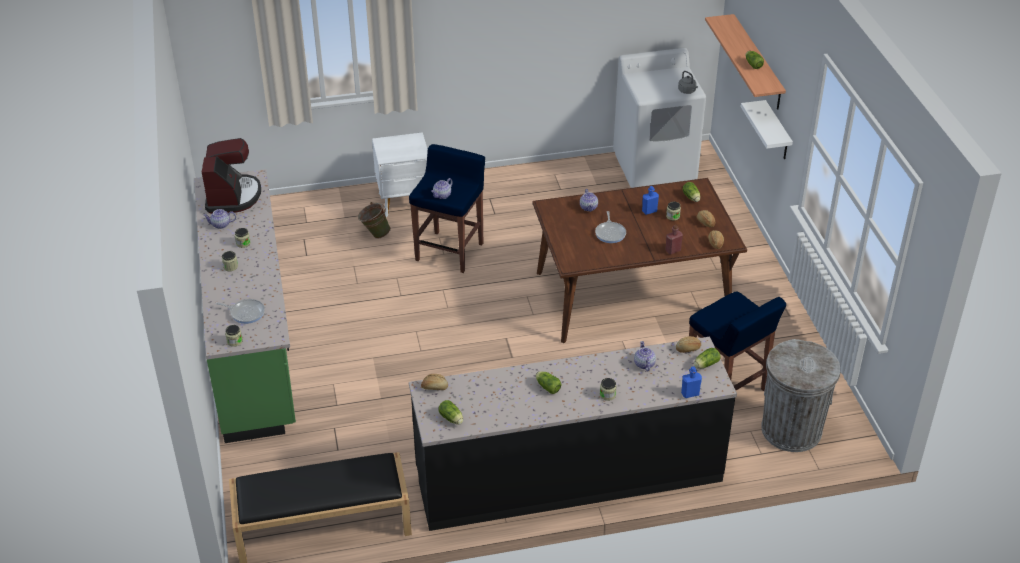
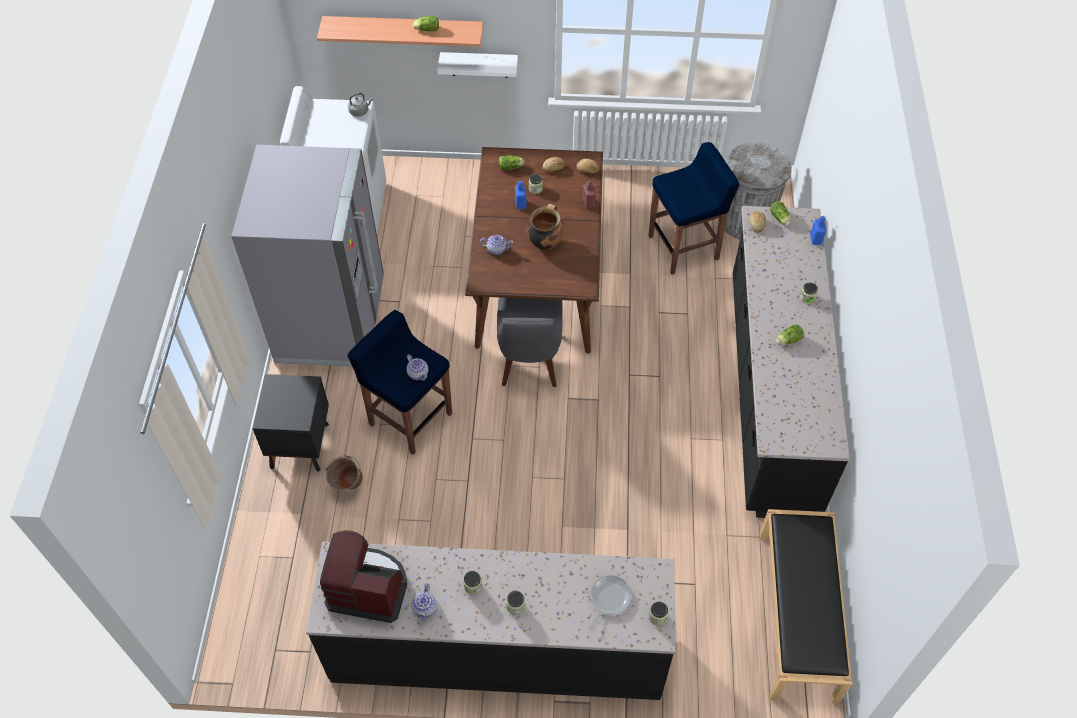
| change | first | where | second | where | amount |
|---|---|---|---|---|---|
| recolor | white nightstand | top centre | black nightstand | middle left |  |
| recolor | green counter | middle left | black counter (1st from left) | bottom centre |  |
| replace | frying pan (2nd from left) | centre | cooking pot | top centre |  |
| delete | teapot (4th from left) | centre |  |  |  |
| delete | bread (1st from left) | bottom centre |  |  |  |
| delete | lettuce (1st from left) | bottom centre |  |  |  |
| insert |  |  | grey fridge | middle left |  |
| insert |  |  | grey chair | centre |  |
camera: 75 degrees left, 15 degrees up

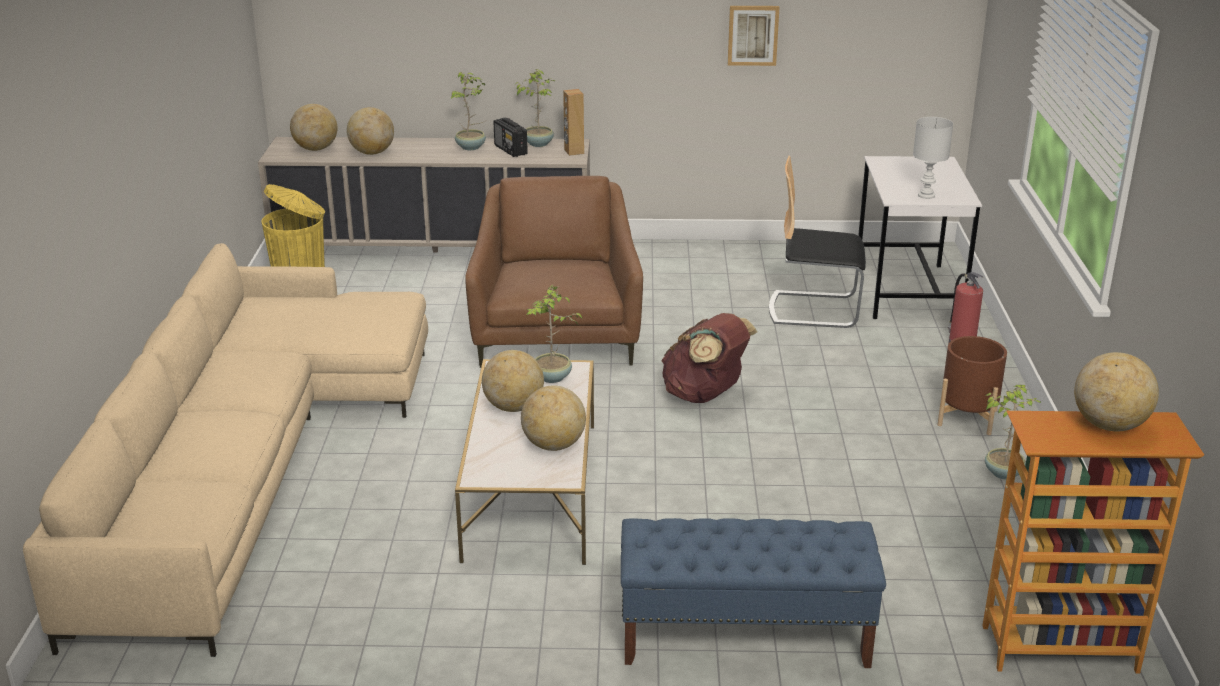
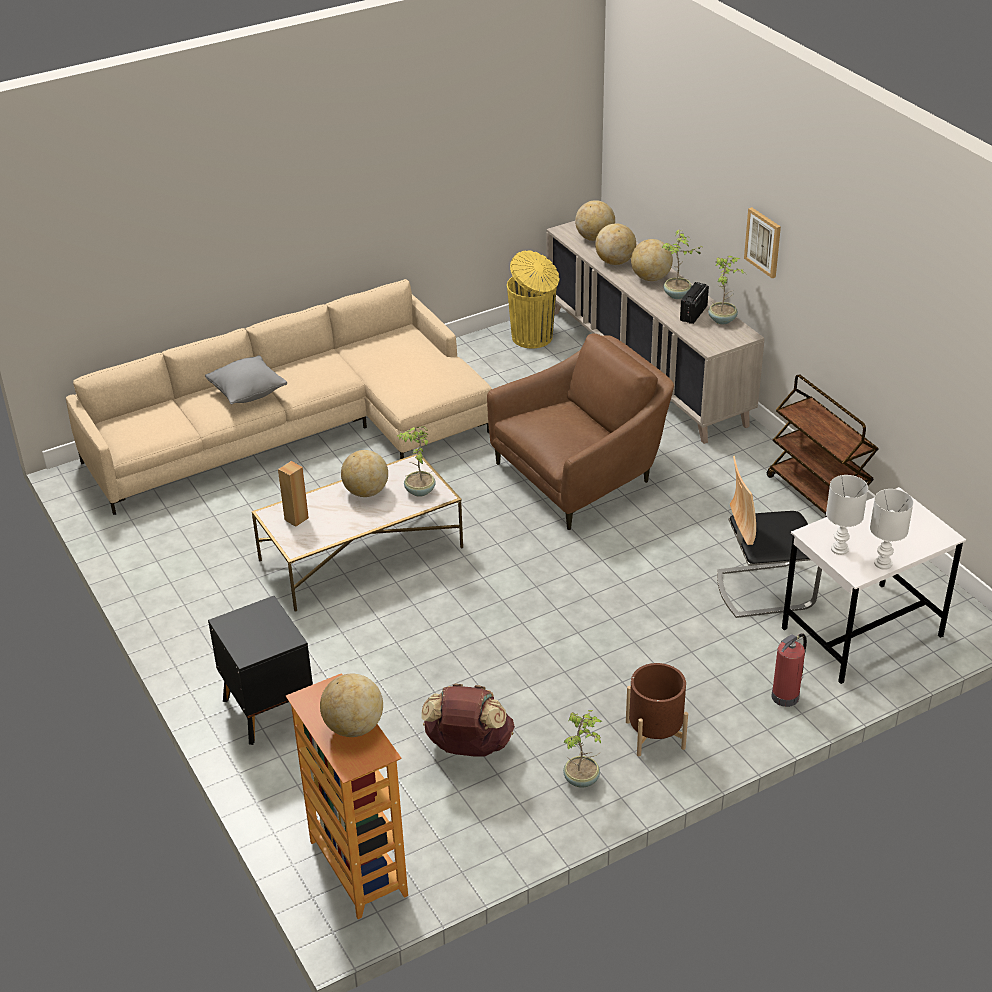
| change | first | where | second | where | amount |
|---|---|---|---|---|---|
| move | picture | top centre |  | top right |  |
| move | brown speaker | top centre |  | middle left |  |
| rotate | chair | middle right |  | middle right | 75 degrees counterclockwise |
| move | brown backpack | centre |  | bottom centre |  |
| move | globe (4th from left in the first image) | centre | globe (5th from left) | top centre |  |
| replace | blue bench | bottom centre | black nightstand | bottom left |  |
| insert |  |  | grey pillow | middle left |  |
| insert |  |  | brown cart | middle right |  |
| insert |  |  | white table lamp (2nd from left) | middle right |  |
camera: 60 degrees right, 10 degrees up

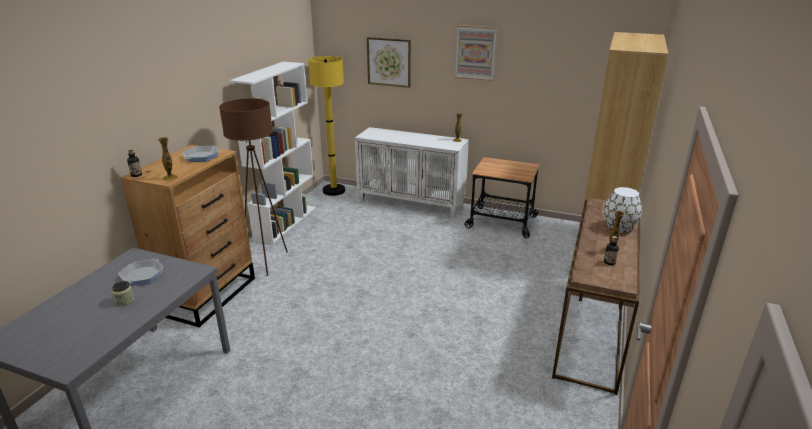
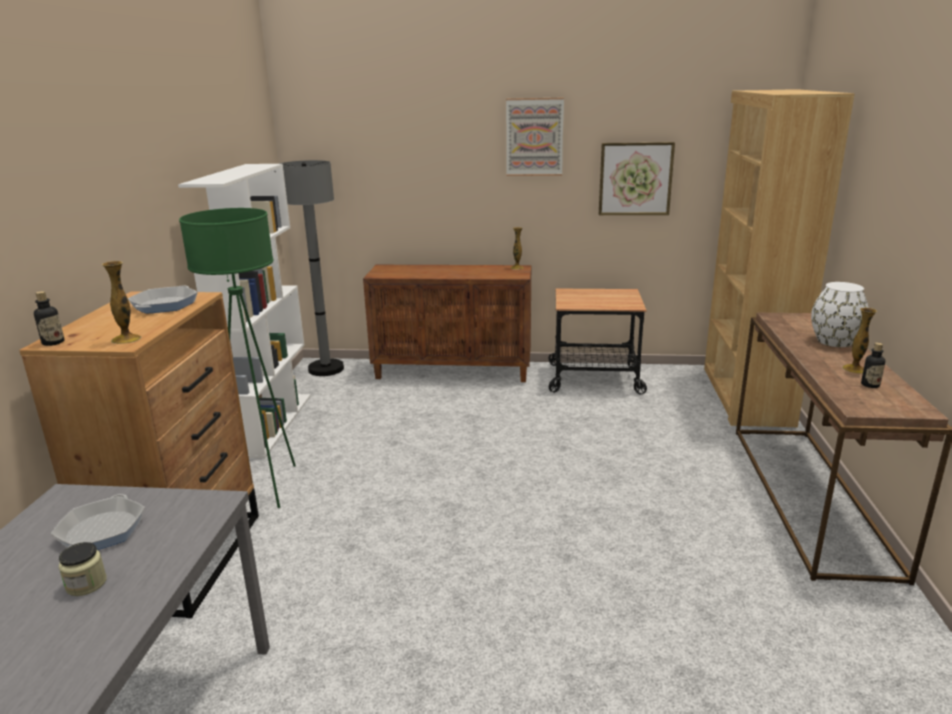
| change | first | where | second | where | amount |
|---|---|---|---|---|---|
| move | picture (1st from left in the first image) | top centre | picture (2nd from left) | top right |  |
| recolor | yellow floor lamp | top centre | grey floor lamp | middle left |  |
| recolor | brown floor lamp | middle left | green floor lamp | middle left |  |
| recolor | white cabinet | centre | brown cabinet | centre |  |
camera: 15 degrees left, 5 degrees down

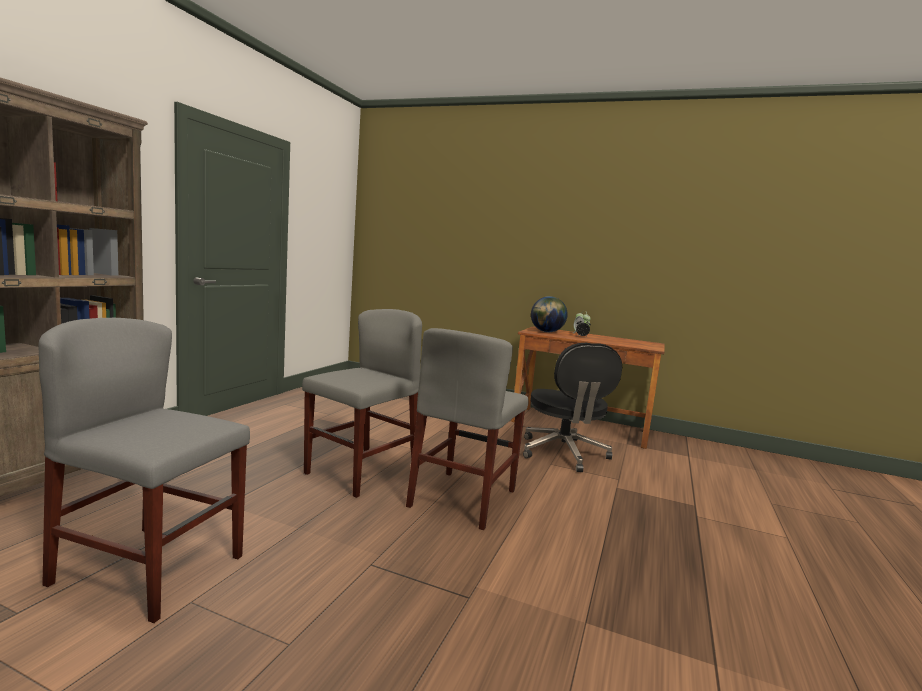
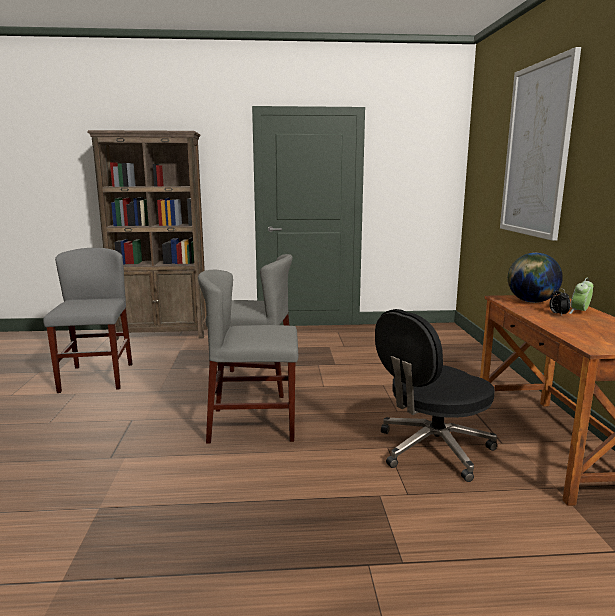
| change | first | where | second | where | amount |
|---|---|---|---|---|---|
| insert |  |  | picture | top right |  |
camera: 65 degrees right, 5 degrees up

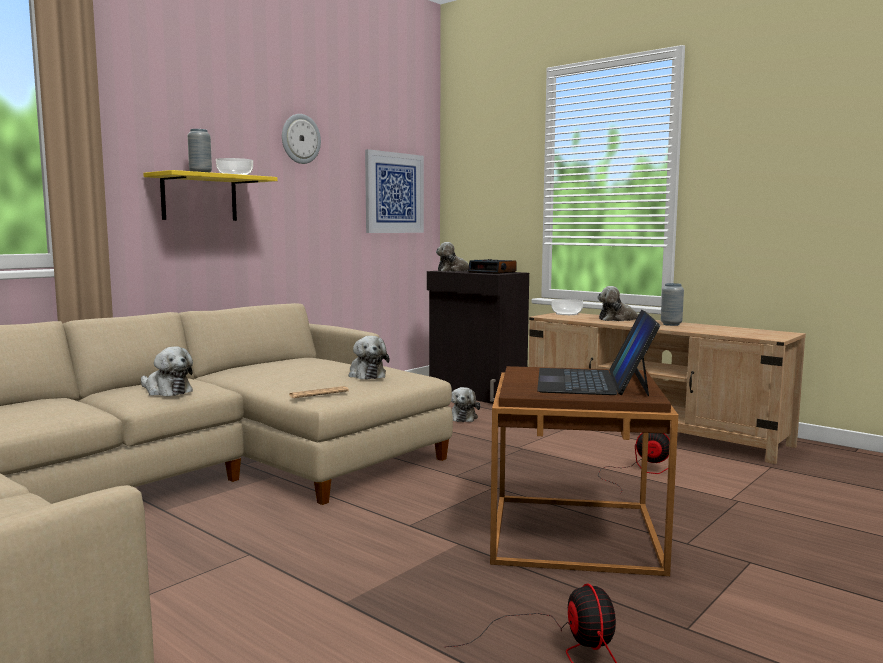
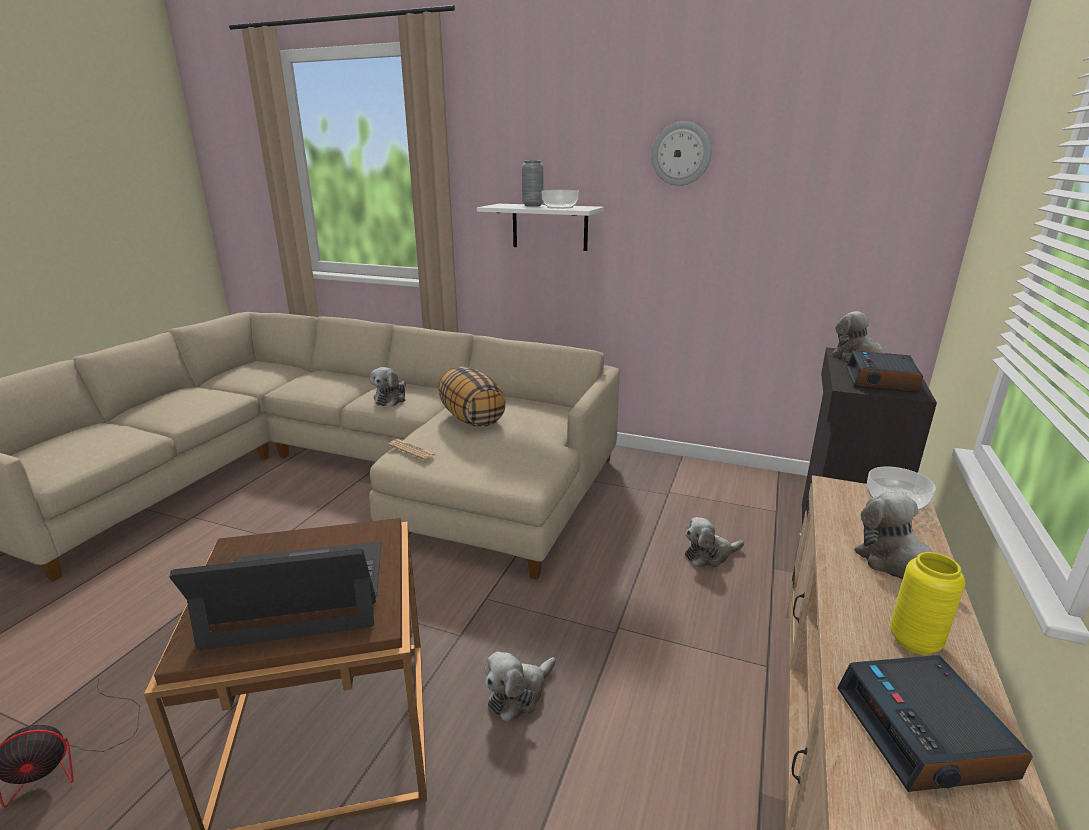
| change | first | where | second | where | amount |
|---|---|---|---|---|---|
| delete | picture | top centre |  |  |  |
| recolor | yellow shelf | top left | white shelf | top centre |  |
| recolor | grey vase (2nd from left) | middle right | yellow vase | bottom right |  |
| move | plush toy (2nd from left) | centre |  | bottom centre |  |
| delete | fan (2nd from left) | bottom right |  |  |  |
| insert |  |  | pillow | centre |  |
| insert |  |  | alarm clock (2nd from left) | bottom right |  |
camera: 70 degrees right, 15 degrees up

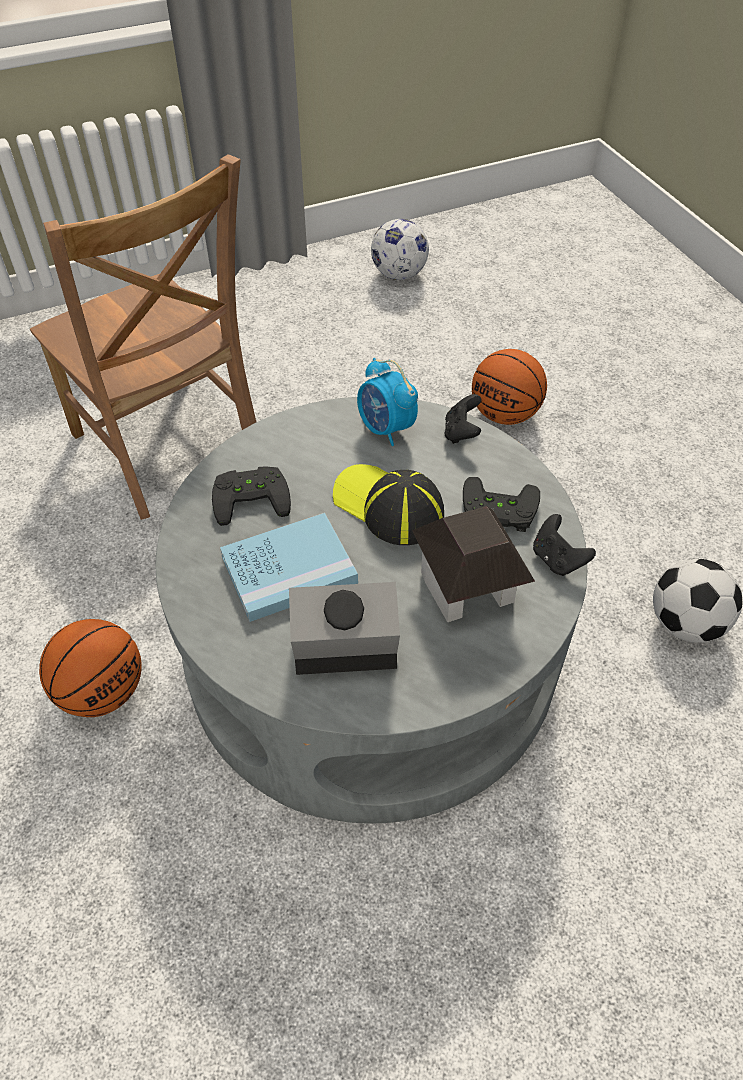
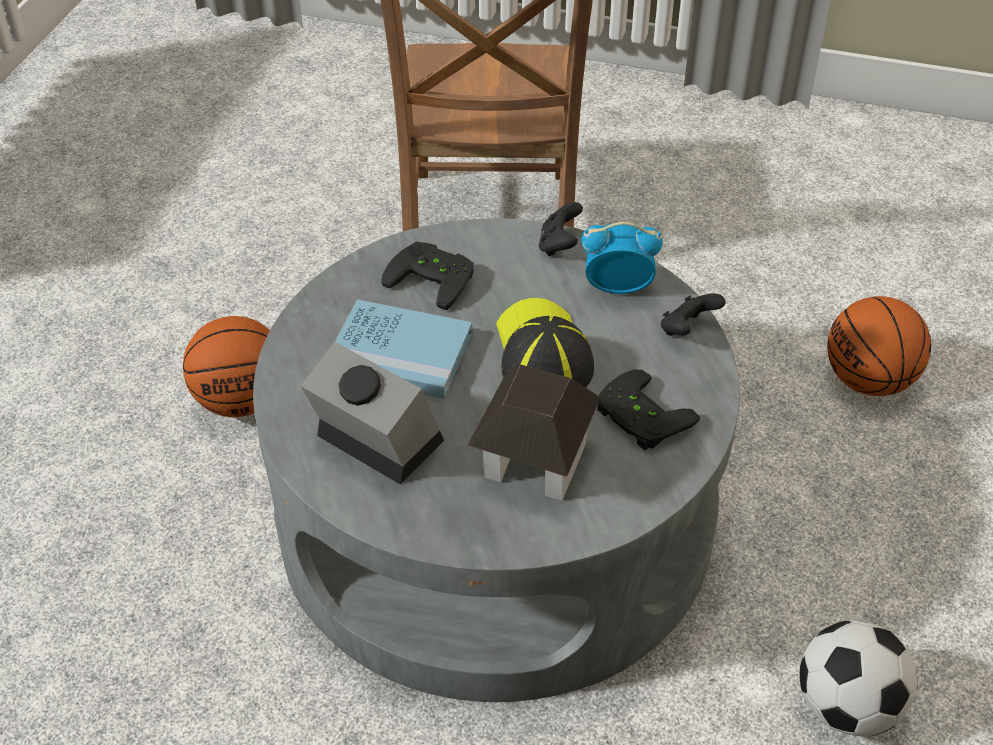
| change | first | where | second | where | amount |
|---|---|---|---|---|---|
| delete | football (1st from left) | top centre |  |  |  |
| rotate | alarm clock (2nd from left) | centre |  | centre | 90 degrees clockwise |
| move | black game controller (4th from left in the first image) | middle right | black game controller (2nd from left) | top centre |  |
camera: 40 degrees right, 5 degrees down

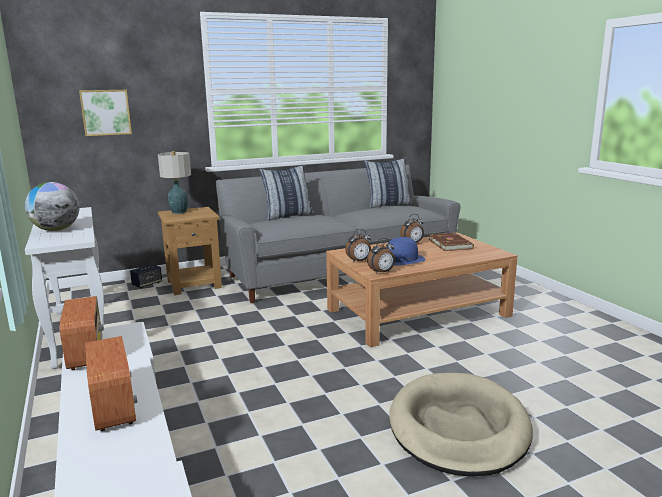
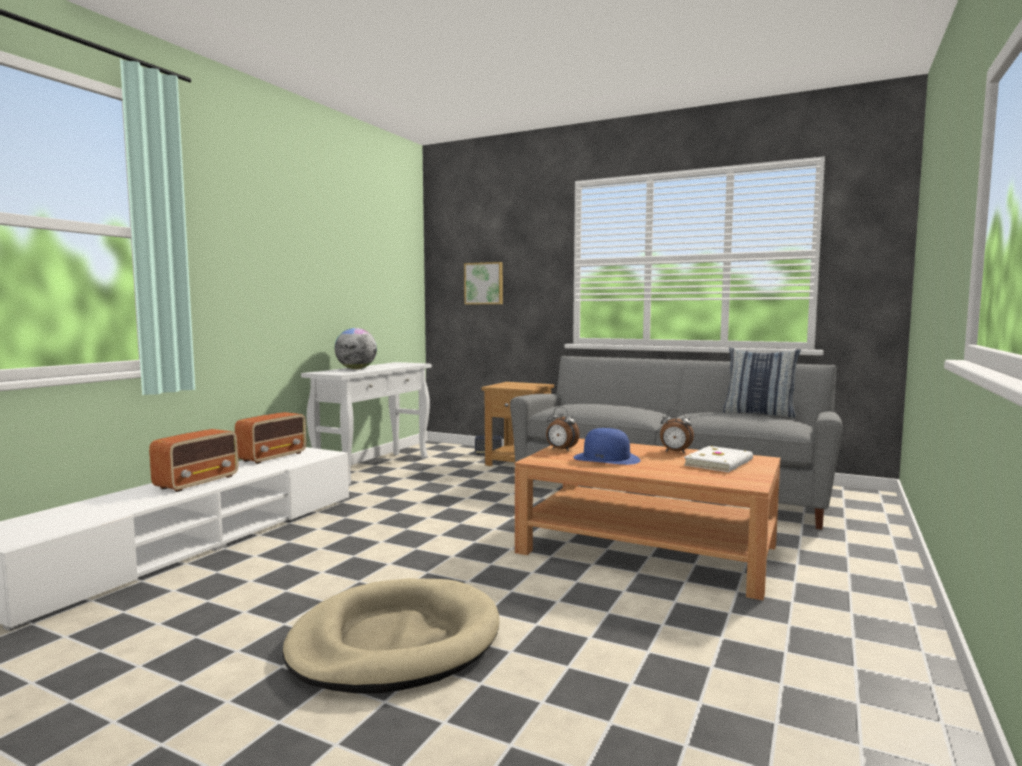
| change | first | where | second | where | amount |
|---|---|---|---|---|---|
| delete | table lamp | middle left |  |  |  |
| delete | pillow (1st from left) | centre |  |  |  |
| recolor | brown book | middle right | white book | middle right |  |
| delete | alarm clock (2nd from left) | centre |  |  |  |
camera: 50 degrees right, 10 degrees down

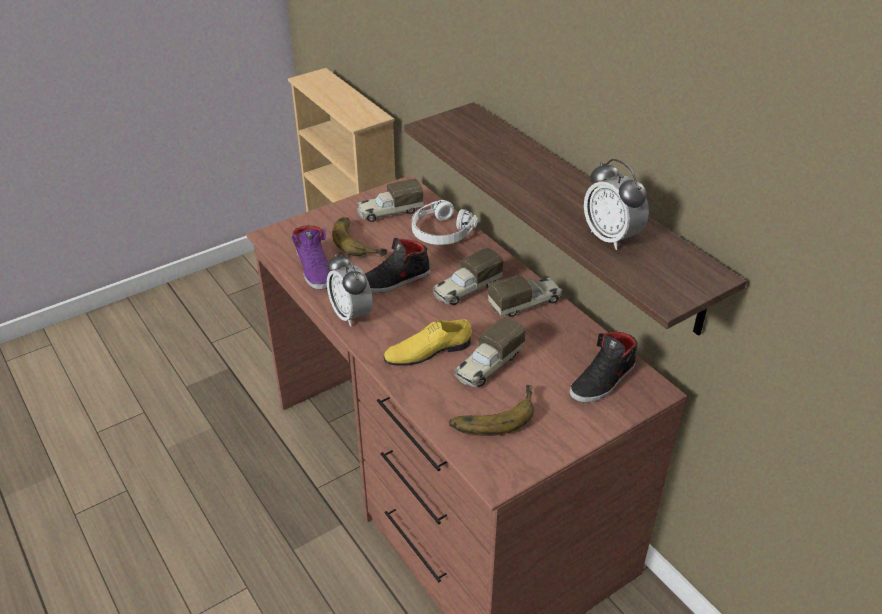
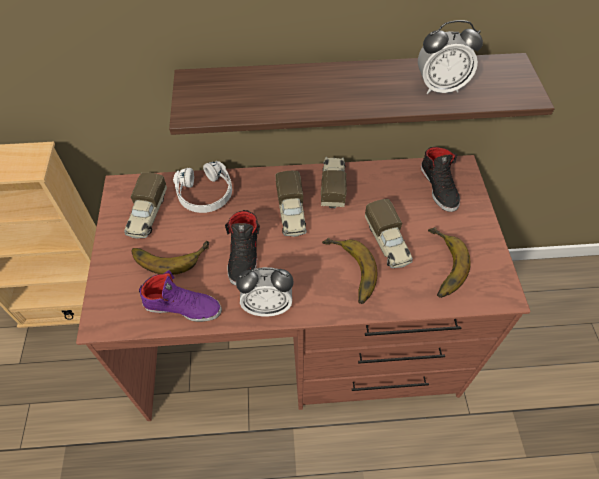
| change | first | where | second | where | amount |
|---|---|---|---|---|---|
| replace | yellow shoe | centre | banana (2nd from left) | centre |  |
camera: 60 degrees left, 15 degrees up

